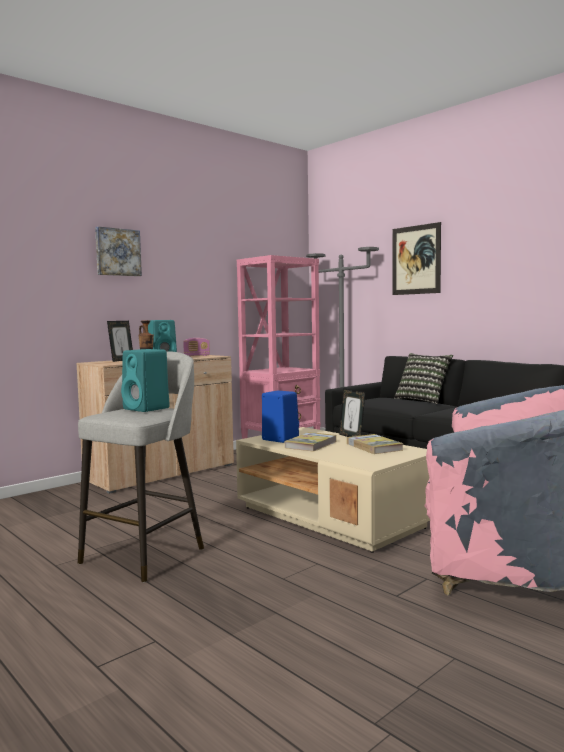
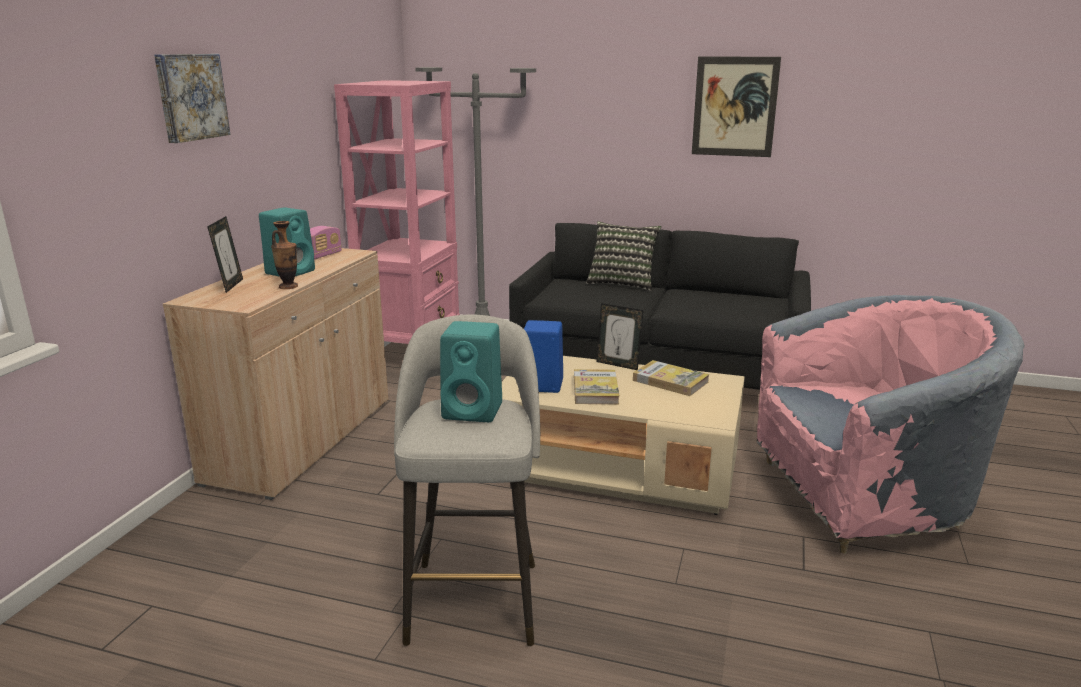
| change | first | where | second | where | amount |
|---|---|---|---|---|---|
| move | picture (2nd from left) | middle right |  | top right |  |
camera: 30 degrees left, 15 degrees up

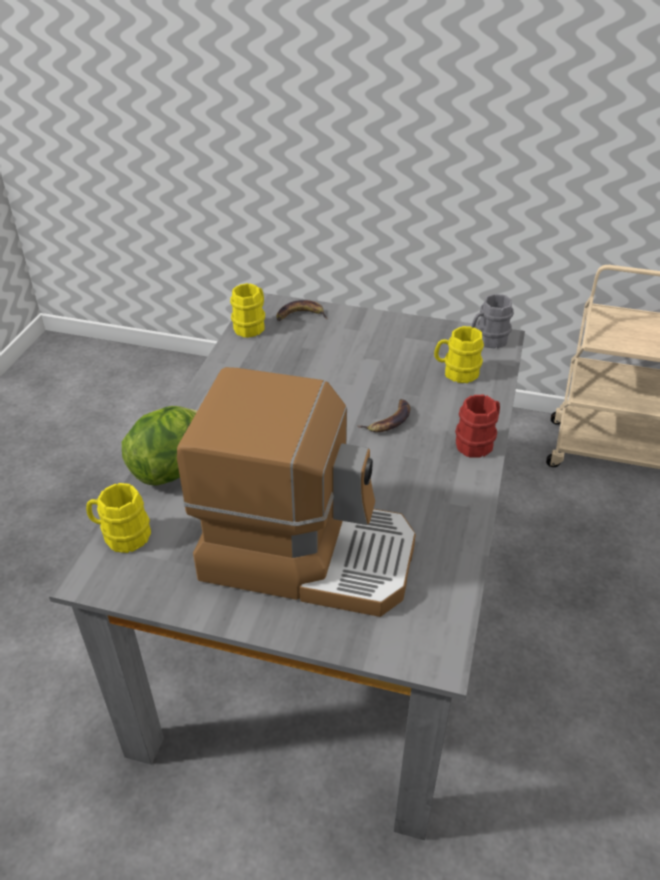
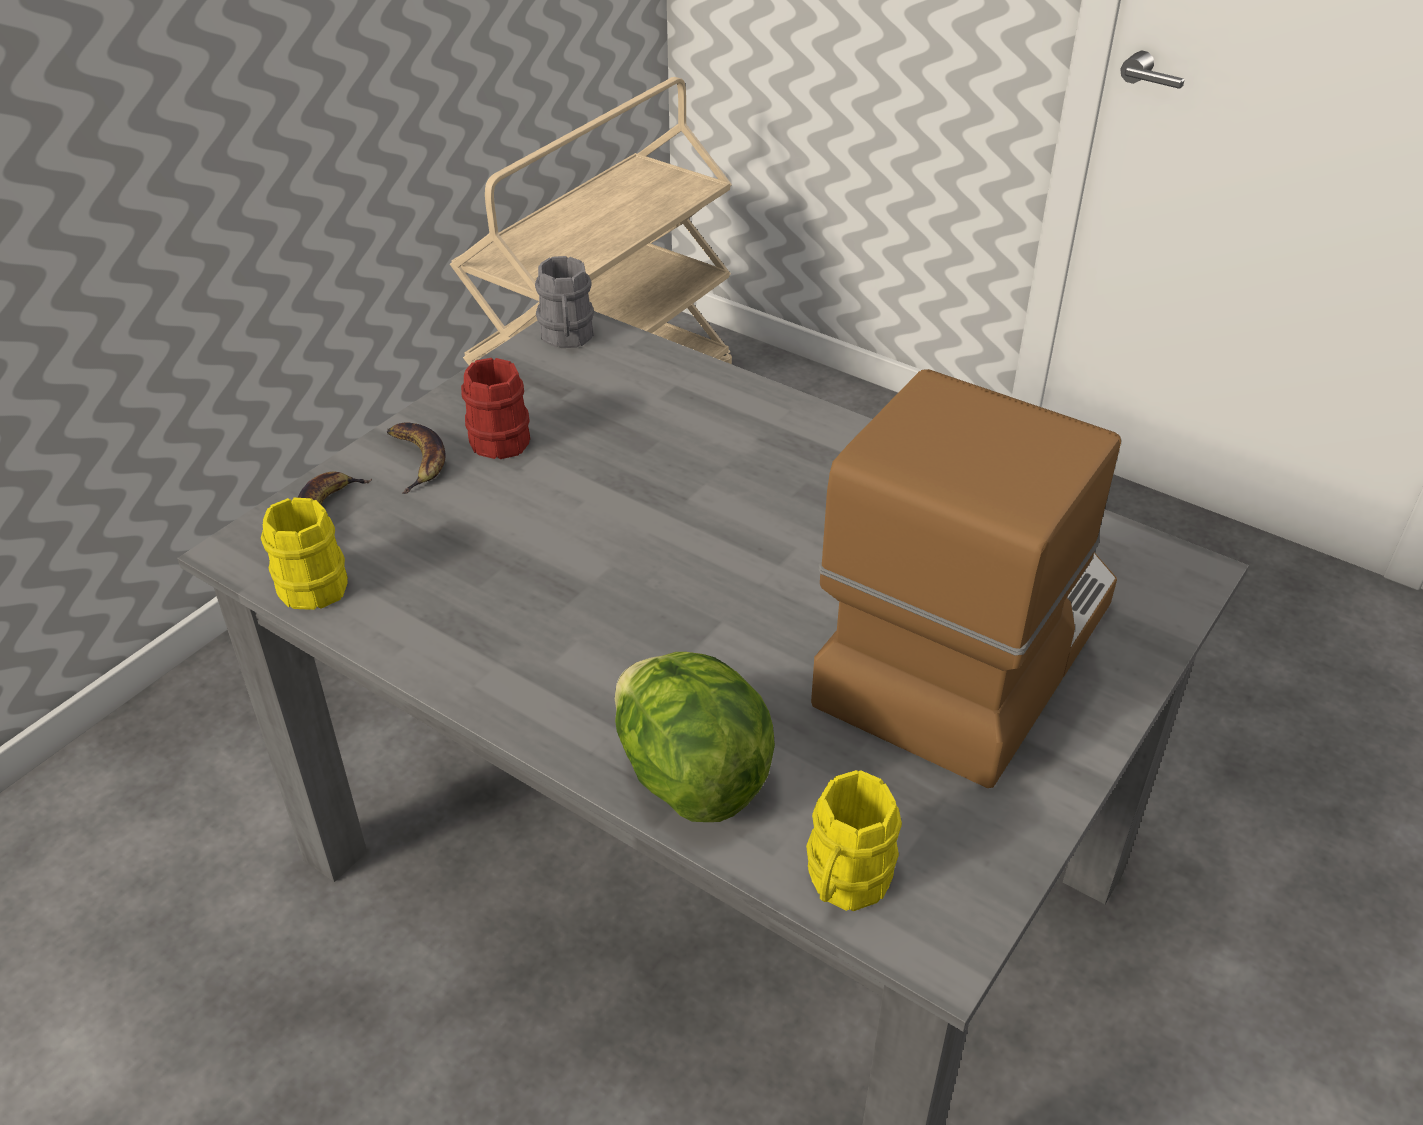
| change | first | where | second | where | amount |
|---|---|---|---|---|---|
| delete | yellow mug (3rd from left) | middle right |  |  |  |
| move | red mug | middle right |  | centre |  |
| move | banana (2nd from left) | centre |  | middle left |  |
camera: 70 degrees left, 0 degrees up

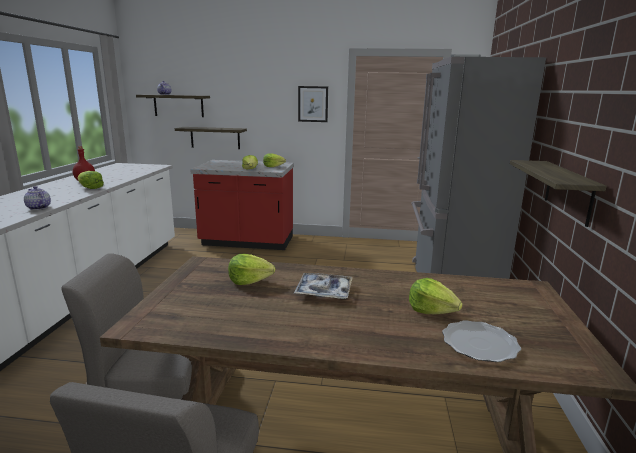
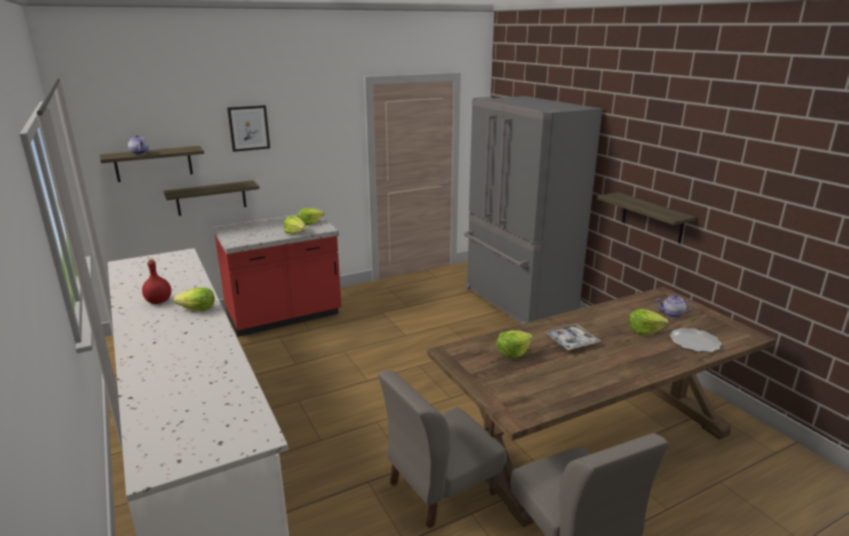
| change | first | where | second | where | amount |
|---|---|---|---|---|---|
| move | picture | top centre |  | top left |  |
| move | teapot (1st from left in the first image) | middle left | teapot (2nd from left) | middle right |  |
camera: 35 degrees left, 5 degrees up

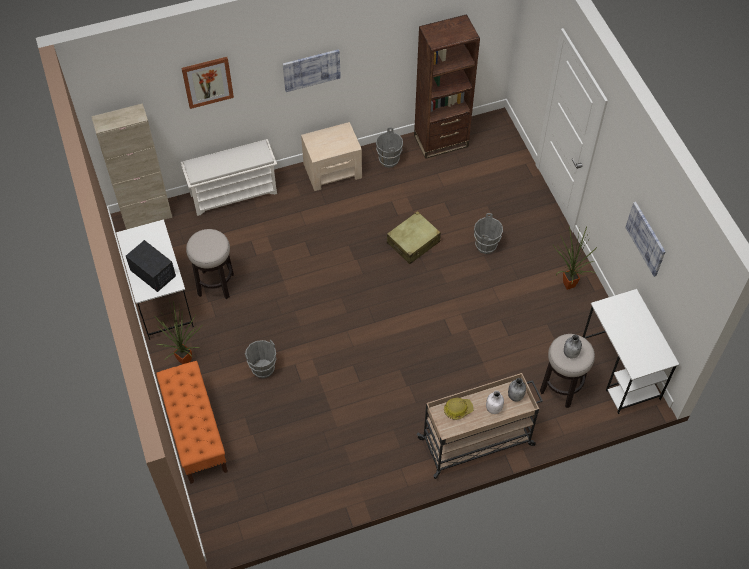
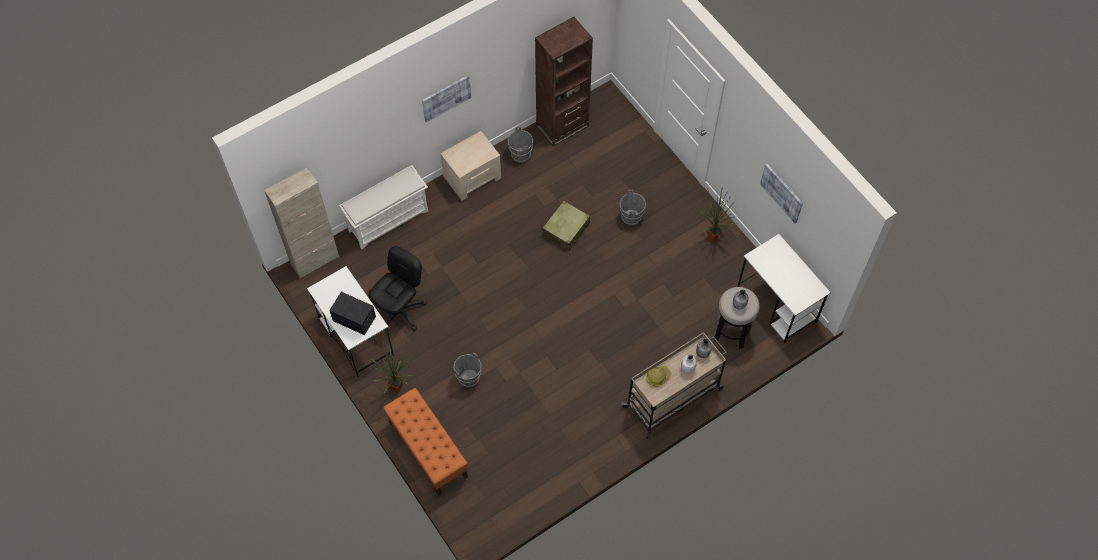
| change | first | where | second | where | amount |
|---|---|---|---|---|---|
| delete | picture (1st from left) | top left |  |  |  |
| replace | stool (1st from left) | middle left | black office chair | centre |  |
camera: 15 degrees left, 5 degrees up

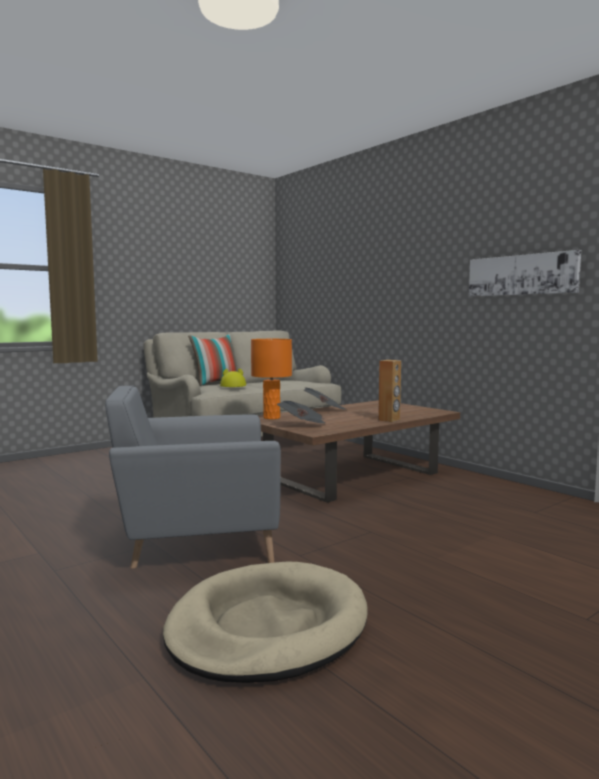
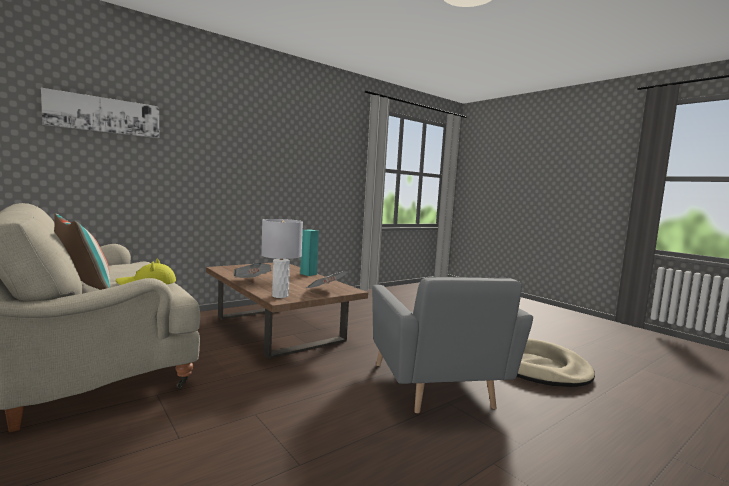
| change | first | where | second | where | amount |
|---|---|---|---|---|---|
| move | picture | middle right |  | top left |  |
| recolor | orange table lamp | centre | grey table lamp | centre |  |
| recolor | brown speaker | centre | turquoise speaker | centre |  |
camera: 90 degrees left, 0 degrees up

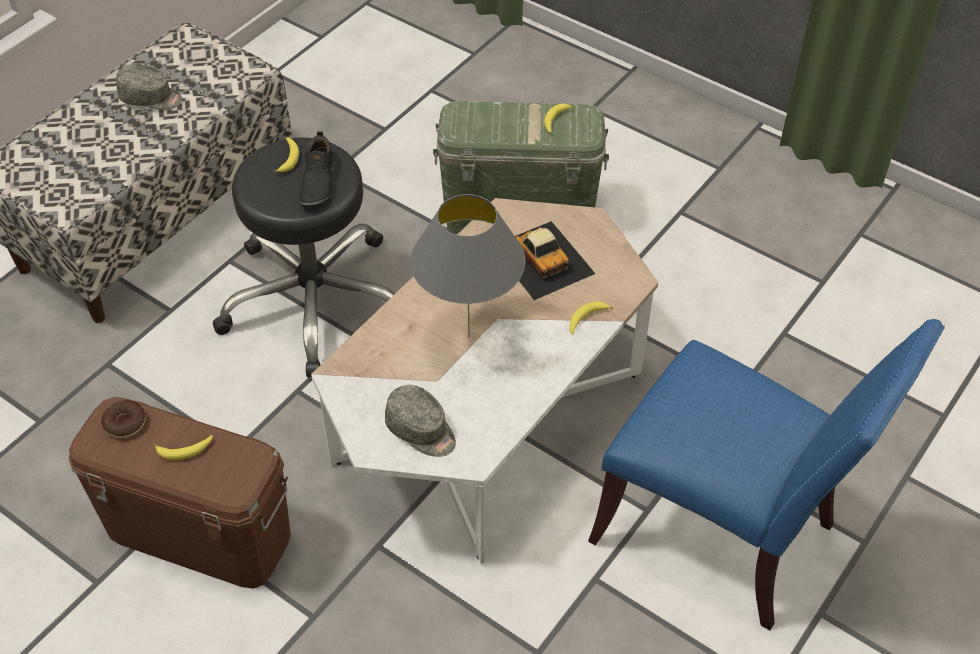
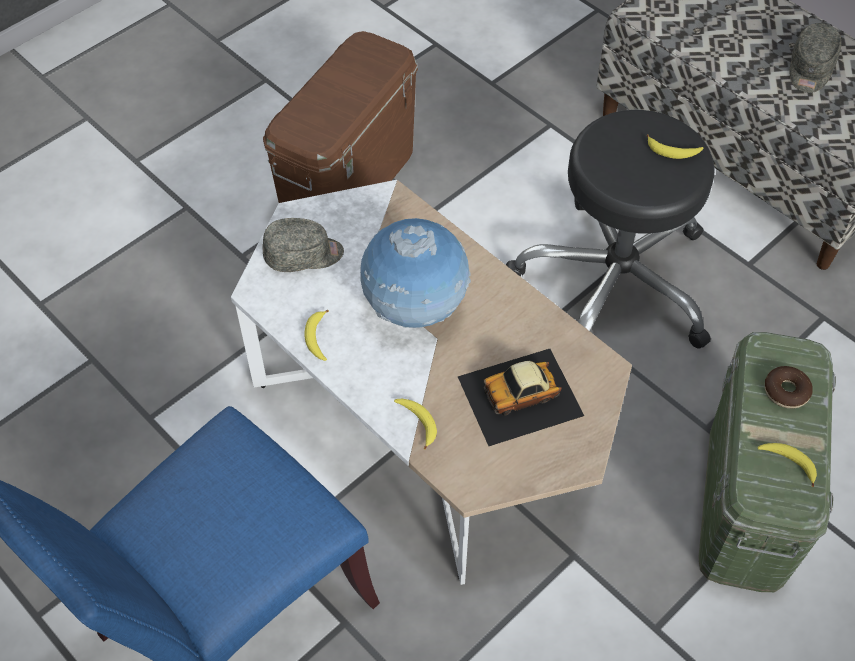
| change | first | where | second | where | amount |
|---|---|---|---|---|---|
| delete | black shoe | top left |  |  |  |
| replace | grey table lamp | centre | globe | centre |  |
| rotate | grey cap (2nd from left in the first image) | centre | grey cap (1st from left) | centre | 150 degrees counterclockwise |
| move | donut | middle left |  | middle right |  |
| move | banana (1st from left) | bottom left |  | centre |  |
camera: 100 degrees right, 5 degrees up

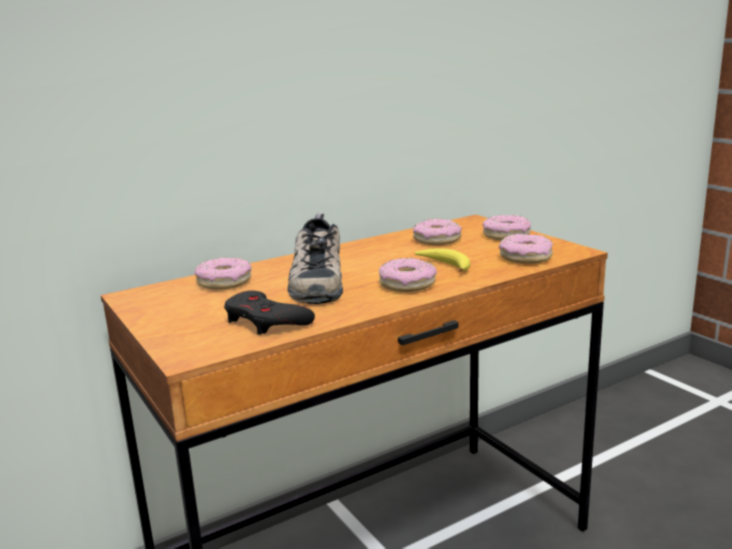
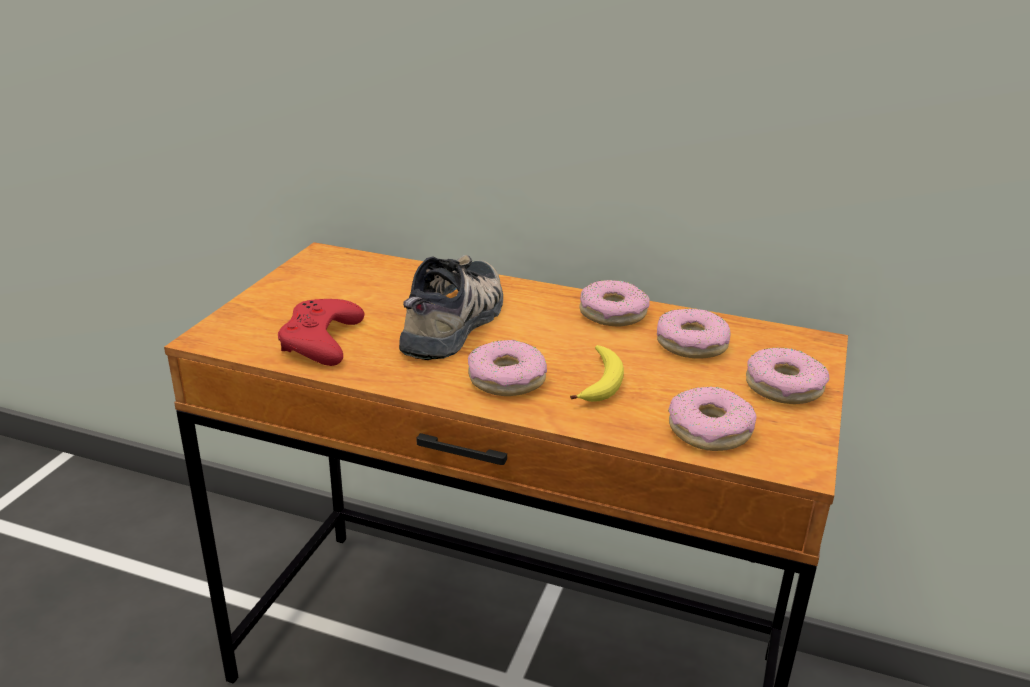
| change | first | where | second | where | amount |
|---|---|---|---|---|---|
| rotate | shoe | centre |  | centre | 150 degrees clockwise |
| move | donut (1st from left in the first image) | middle left | donut (2nd from left) | centre |  |
| recolor | black game controller | centre | red game controller | middle left |  |
camera: 50 degrees right, 10 degrees up

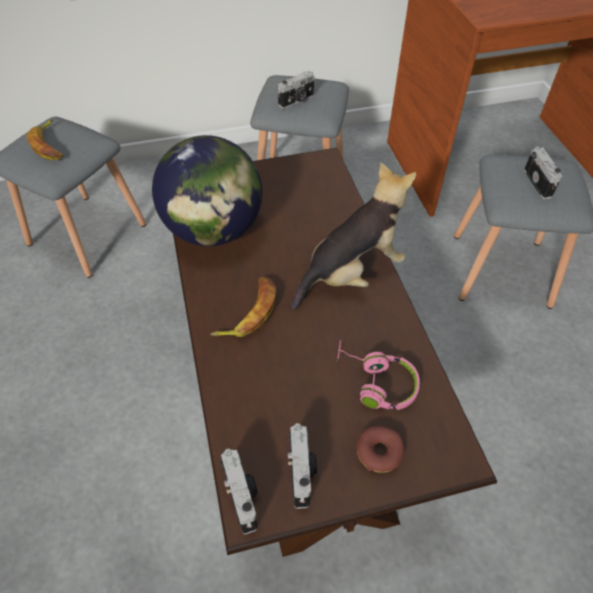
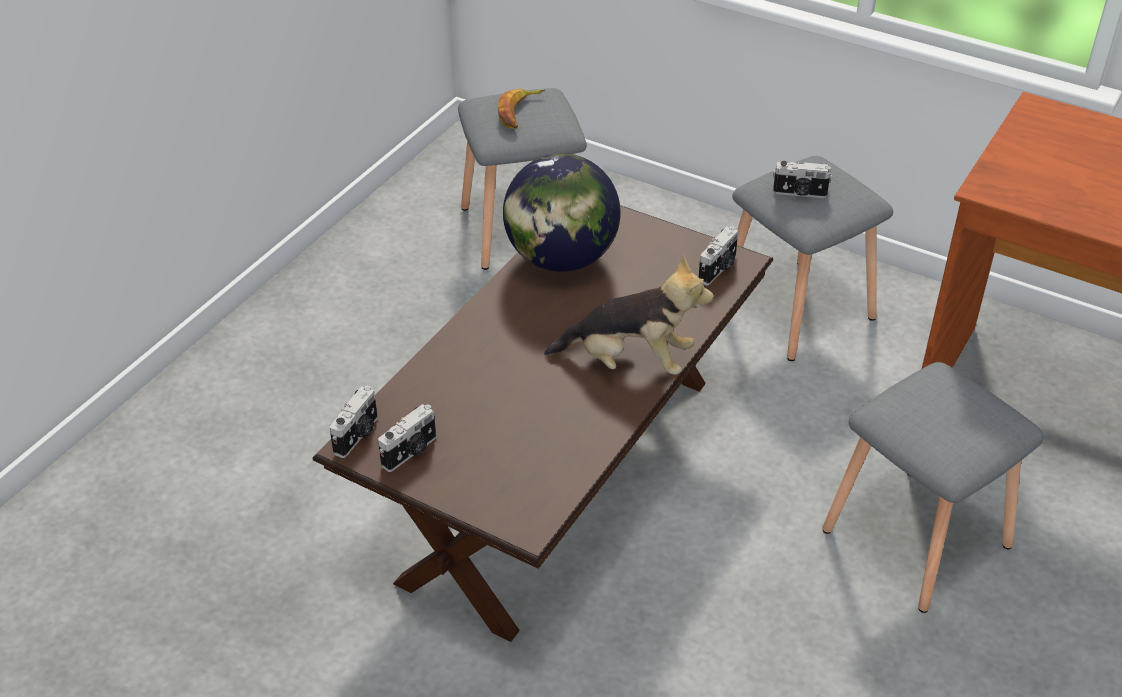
| change | first | where | second | where | amount |
|---|---|---|---|---|---|
| move | photo camera (4th from left in the first image) | top right | photo camera (3rd from left) | centre |  |
| delete | banana (2nd from left) | centre |  |  |  |
| delete | pink headphones | centre |  |  |  |
| delete | donut | bottom centre |  |  |  |
camera: 45 degrees right, 10 degrees down

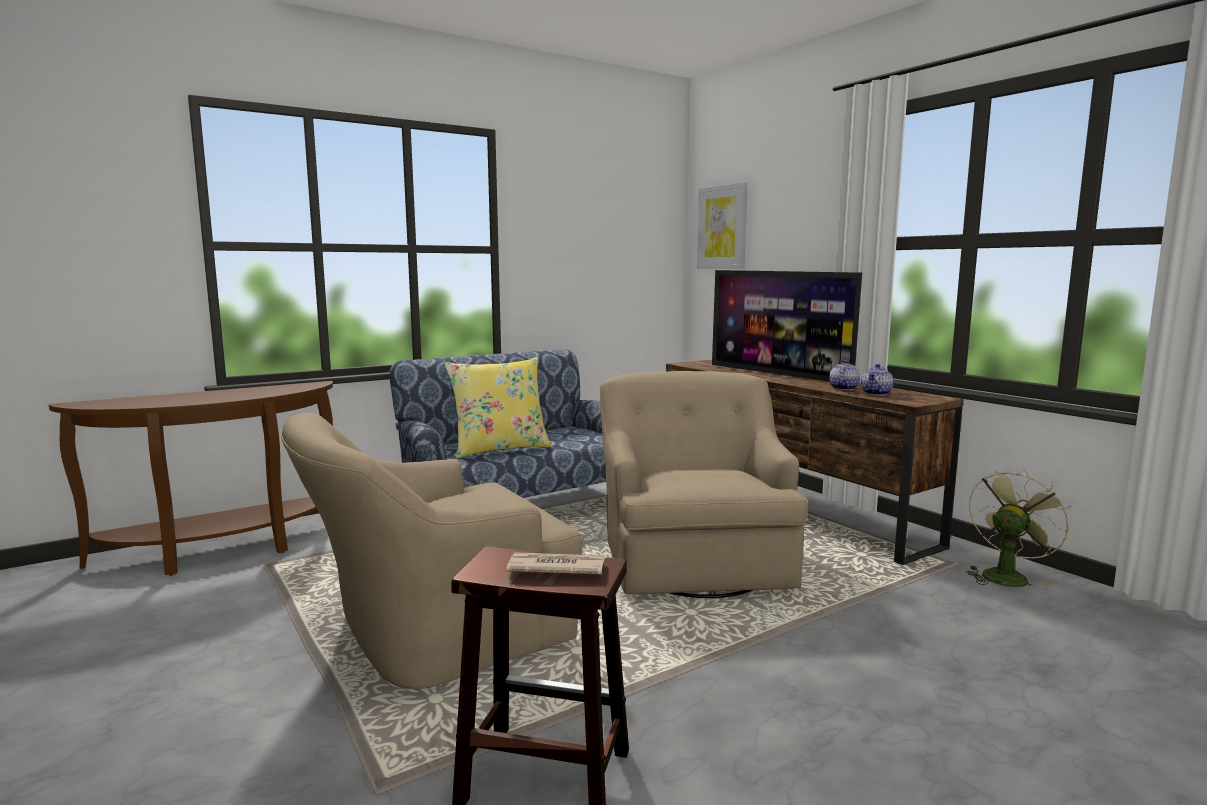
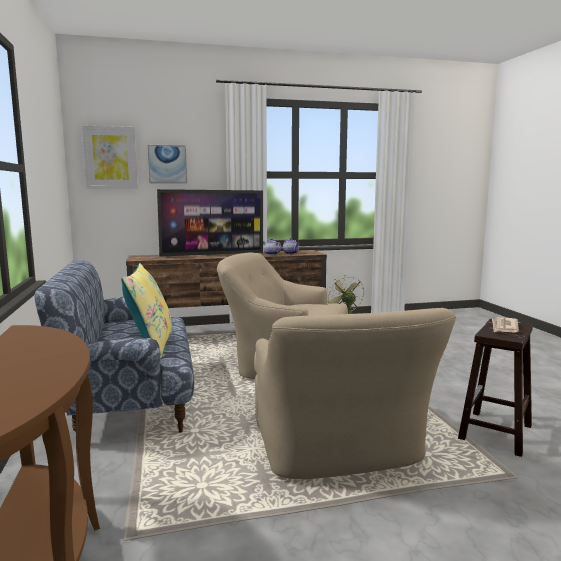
| change | first | where | second | where | amount |
|---|---|---|---|---|---|
| insert |  |  | picture (2nd from left) | top left |  |
camera: 70 degrees left, 0 degrees up

